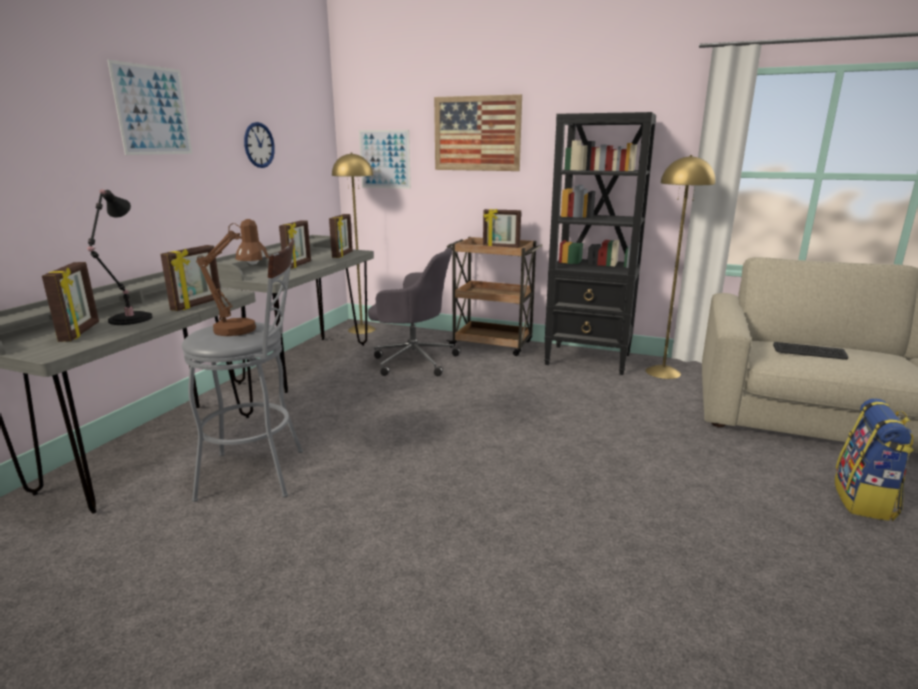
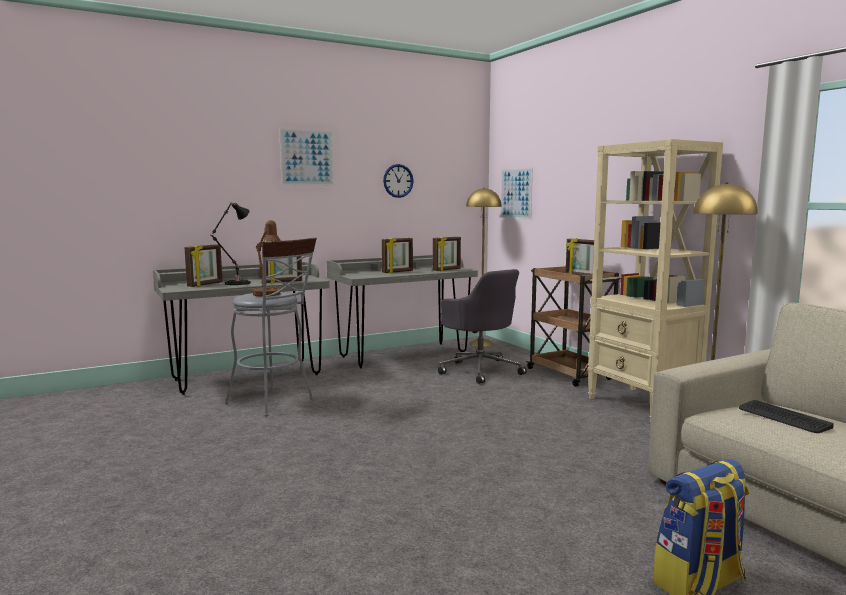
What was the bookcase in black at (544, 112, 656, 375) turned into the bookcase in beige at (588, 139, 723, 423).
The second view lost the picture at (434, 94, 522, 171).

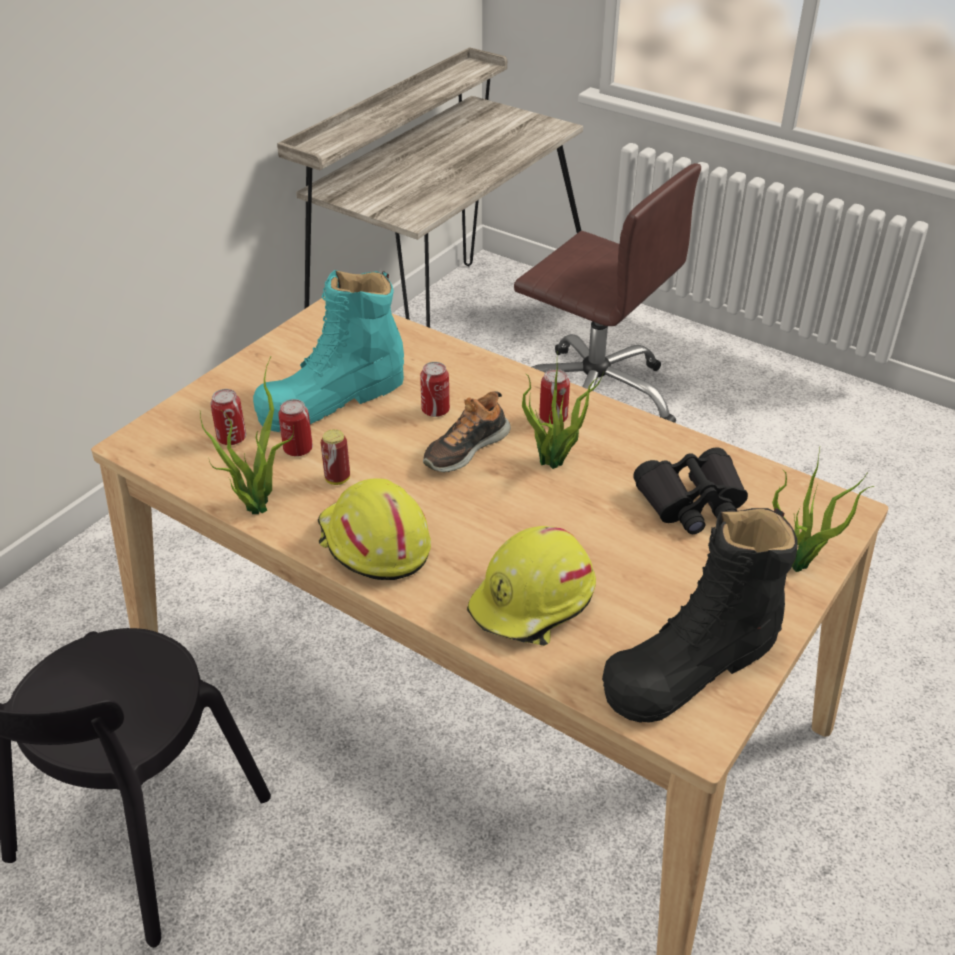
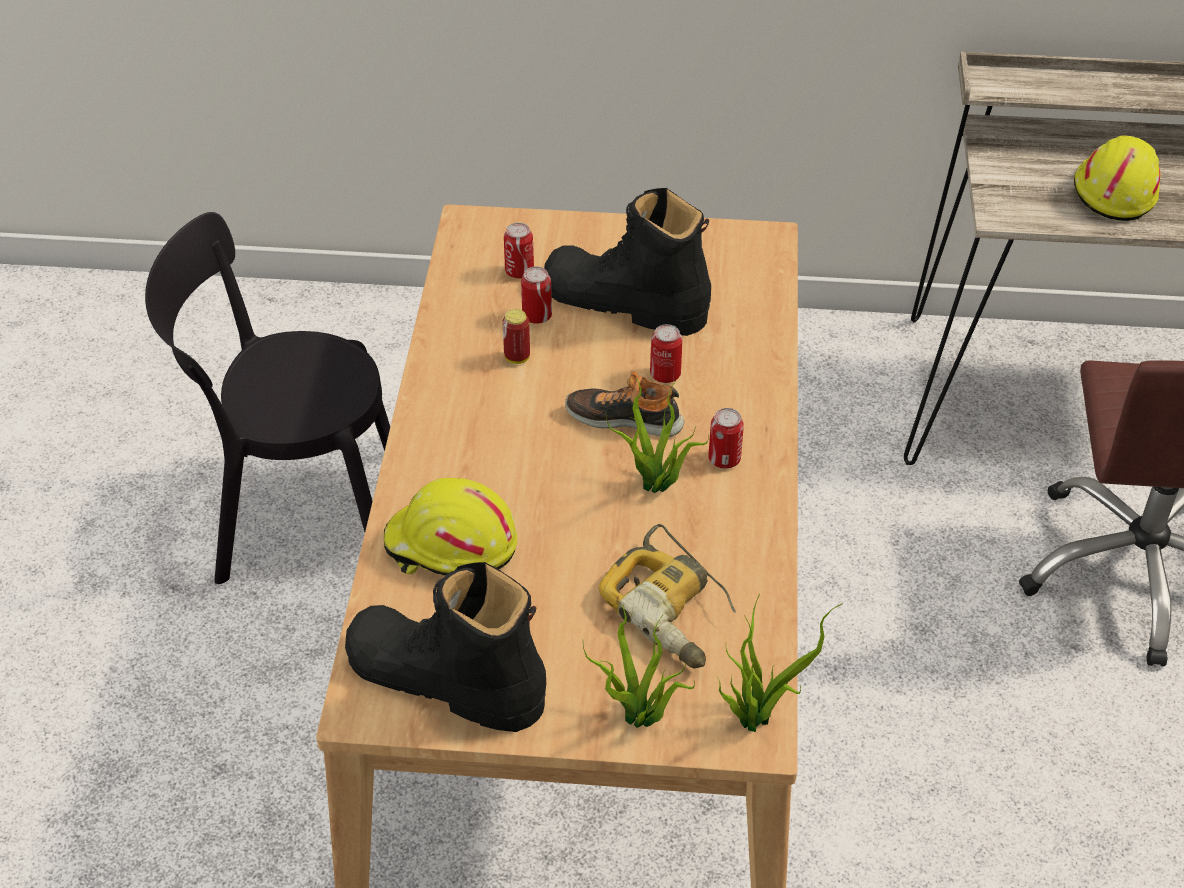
What was the boot in turquoise at (253, 270, 404, 432) turned into the boot in black at (544, 188, 711, 336).
Where the binoculars in black stood at (633, 447, 748, 534), the power drill came to stand at (599, 524, 736, 668).
The potted plant ended up elsewhere, having gone from (200, 357, 294, 514) to (717, 593, 843, 732).
The hard hat in yellow ended up elsewhere, having gone from (318, 478, 431, 580) to (1074, 136, 1160, 221).

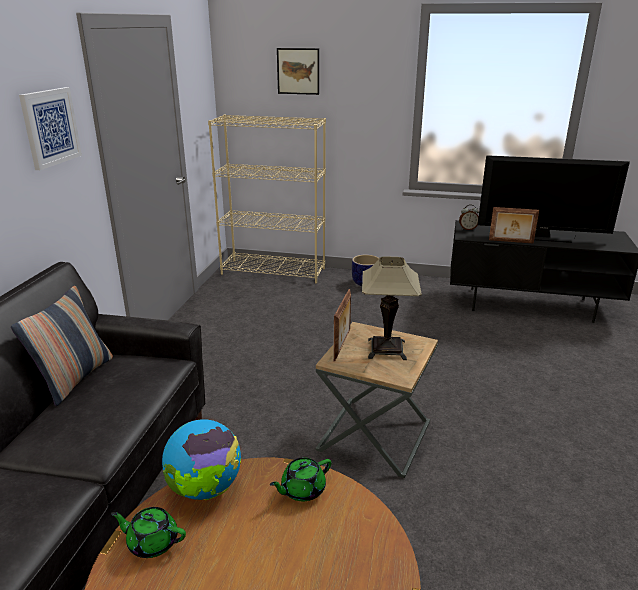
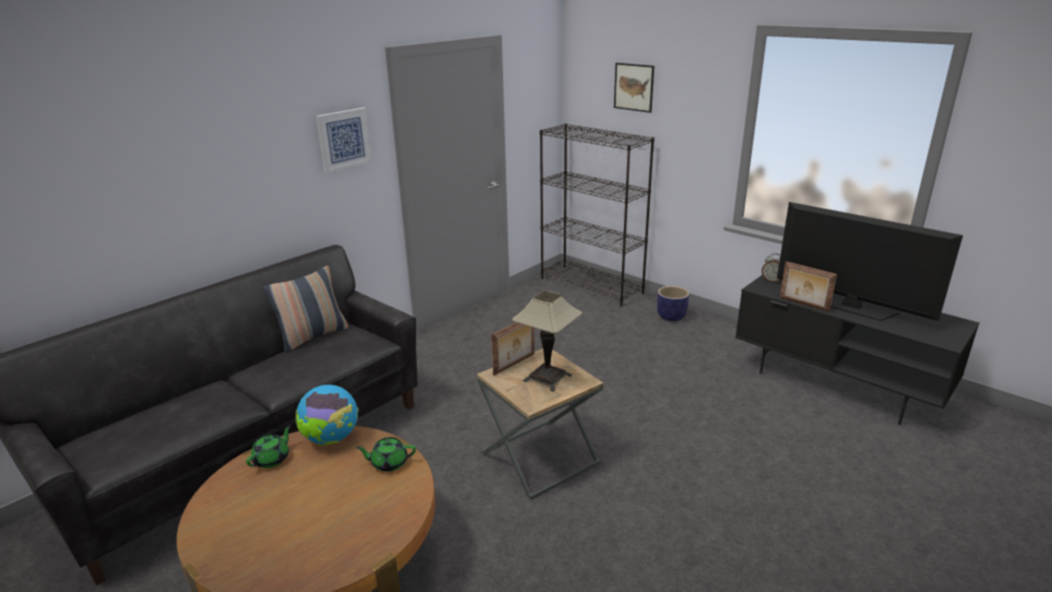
The teapot in green at (111, 507, 186, 558) ended up facing another way, 75 degrees clockwise from before.
What was the bookcase in beige at (208, 115, 326, 284) turned into the bookcase in black at (540, 123, 654, 306).

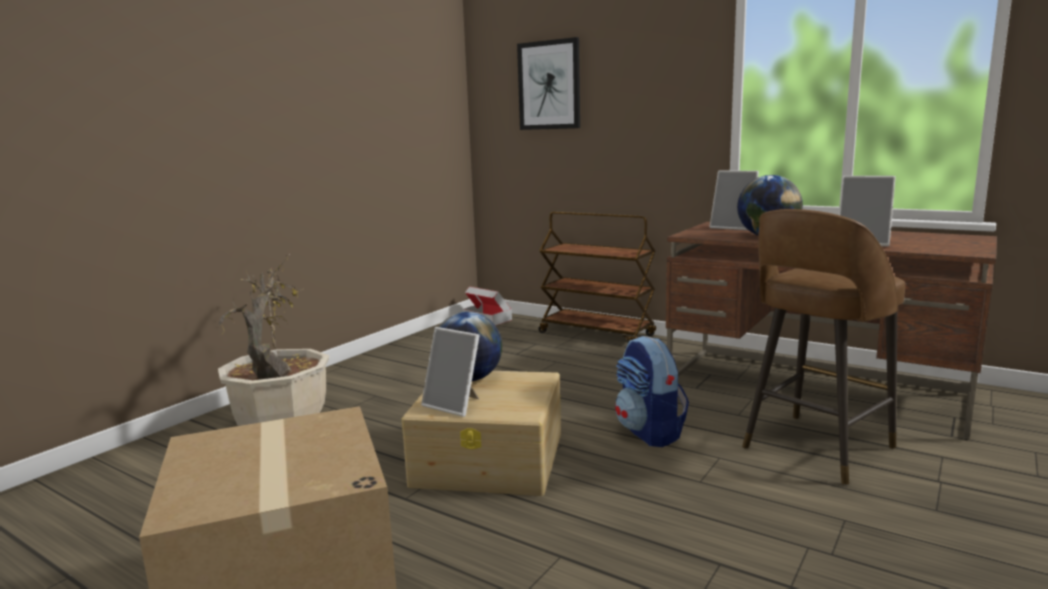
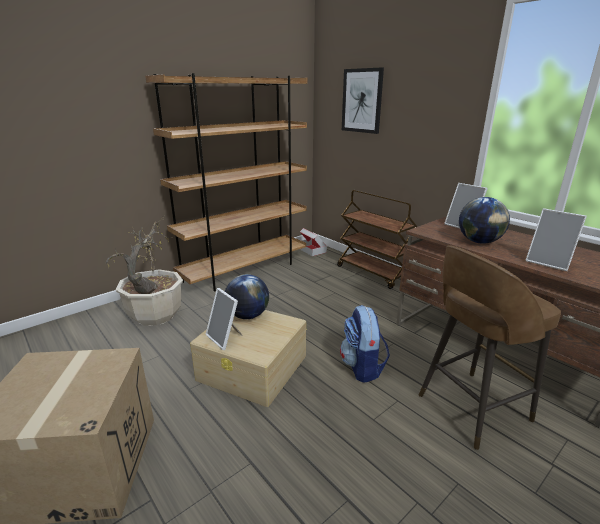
The second view gained the bookcase in brown at (145, 73, 307, 291).

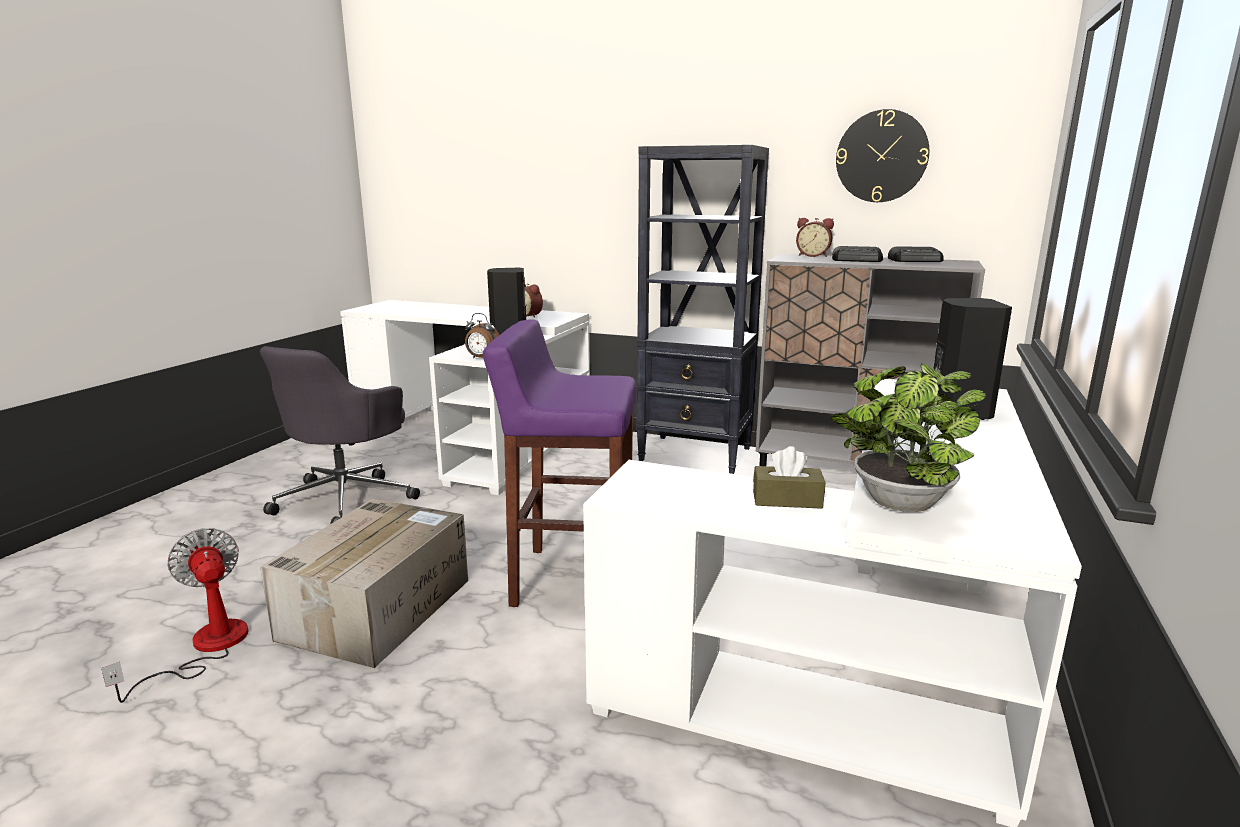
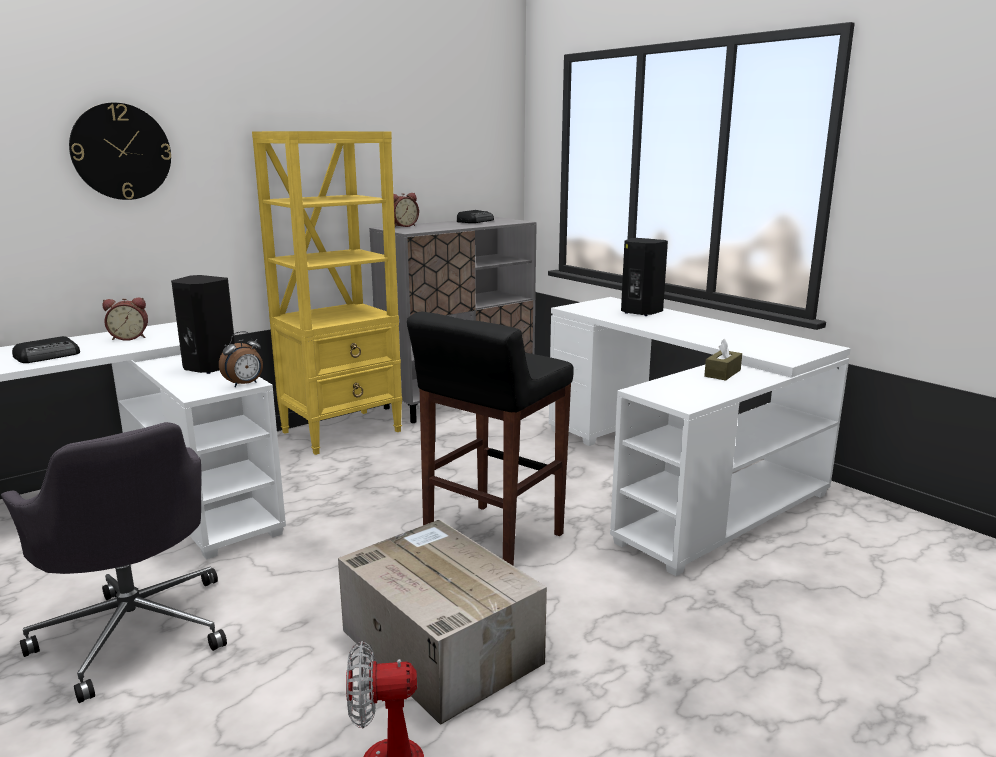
The radio ended up elsewhere, having gone from (832, 246, 883, 262) to (12, 336, 80, 363).
The wall clock ended up elsewhere, having gone from (836, 109, 929, 202) to (69, 103, 171, 200).
What was the bookcase in black at (636, 145, 769, 474) turned into the bookcase in yellow at (252, 131, 402, 455).
What was the stool in purple at (483, 319, 636, 607) turned into the stool in black at (407, 312, 573, 566).
The second view lost the potted plant at (831, 363, 986, 512).

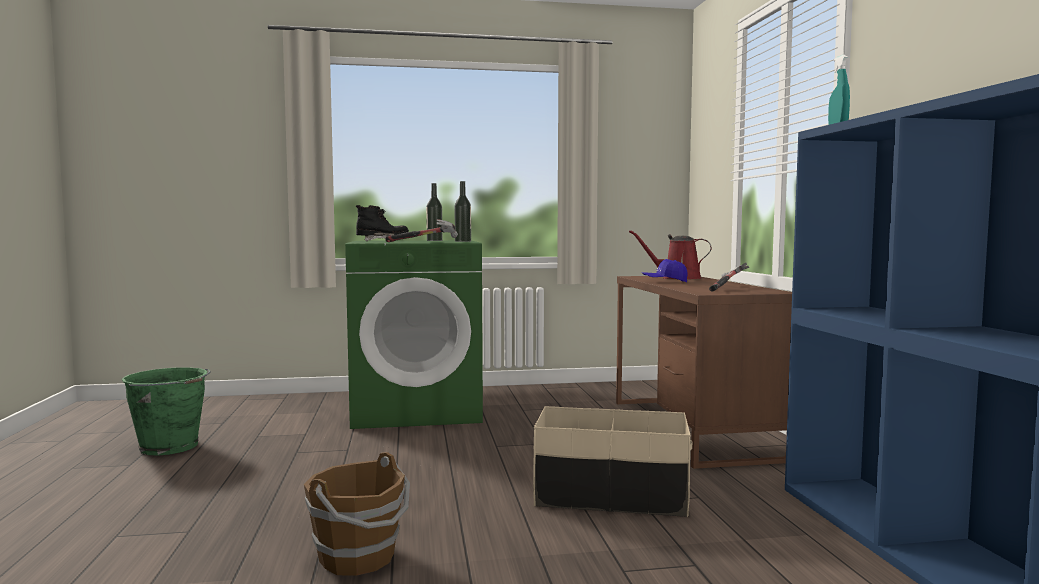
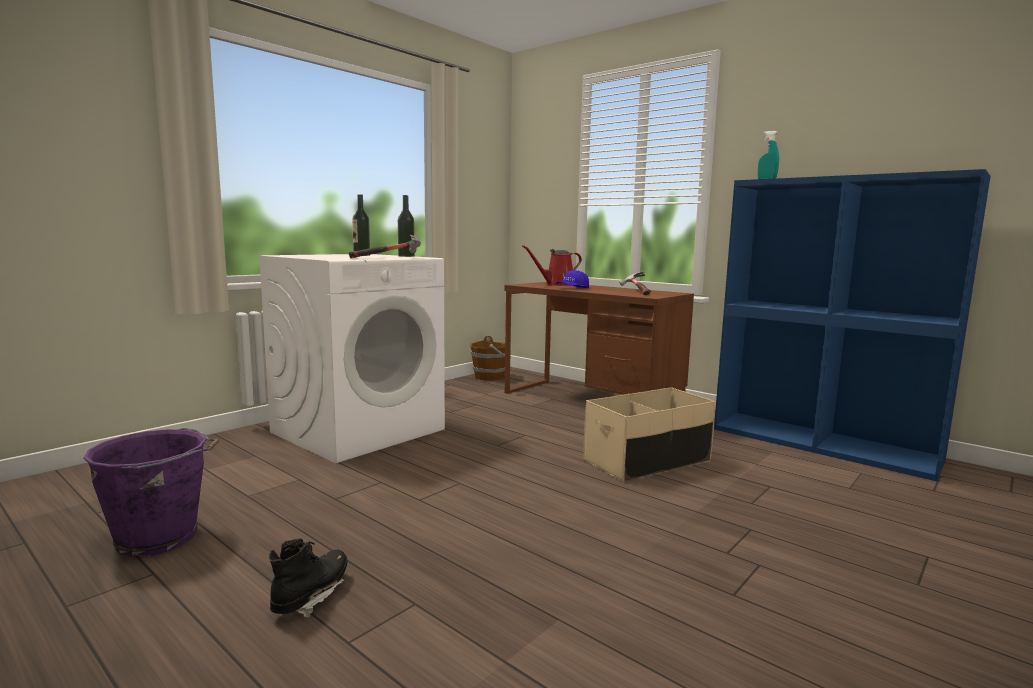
What was the bucket in green at (122, 367, 211, 456) turned into the bucket in purple at (83, 428, 219, 557).
What was the washing machine in green at (345, 240, 483, 429) turned into the washing machine in white at (257, 254, 445, 463).
The boot in black ended up elsewhere, having gone from (356, 205, 409, 241) to (269, 538, 347, 617).
The bucket in brown ended up elsewhere, having gone from (304, 452, 410, 576) to (470, 336, 511, 381).

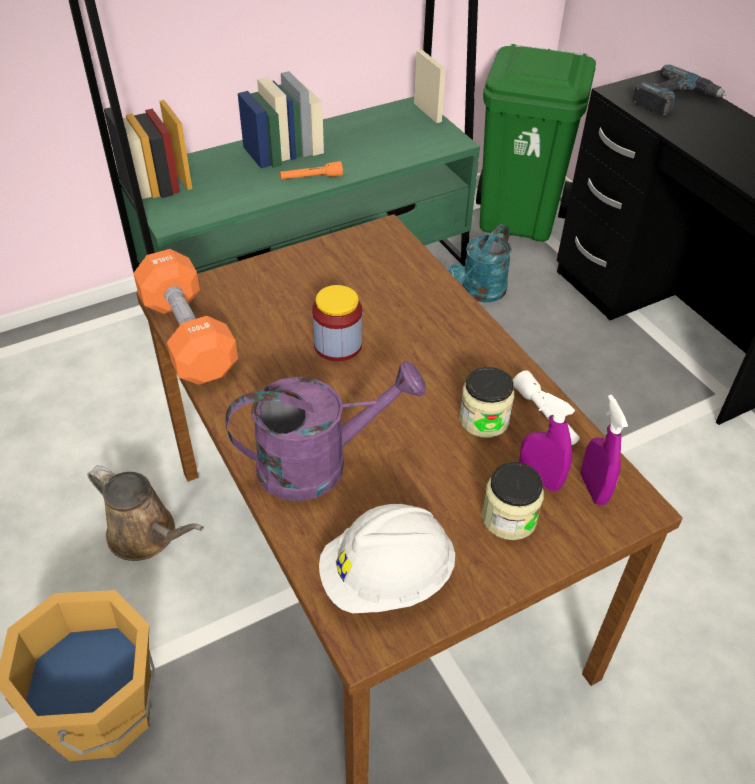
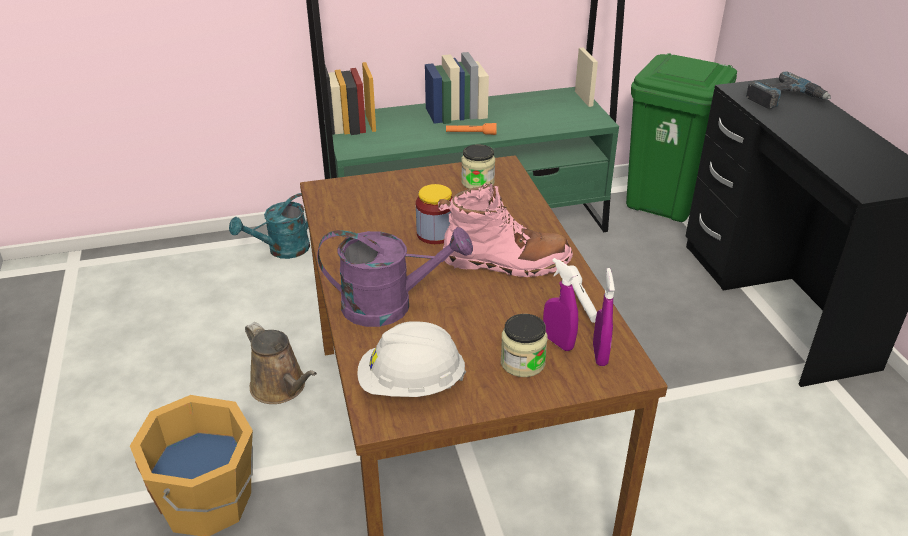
The watering can in turquoise ended up elsewhere, having gone from (447, 224, 512, 303) to (229, 193, 310, 259).
The second view gained the boot in pink at (438, 183, 573, 277).
The jar ended up elsewhere, having gone from (459, 367, 514, 438) to (461, 144, 495, 189).
The second view lost the dumbbell in orange at (133, 249, 238, 385).

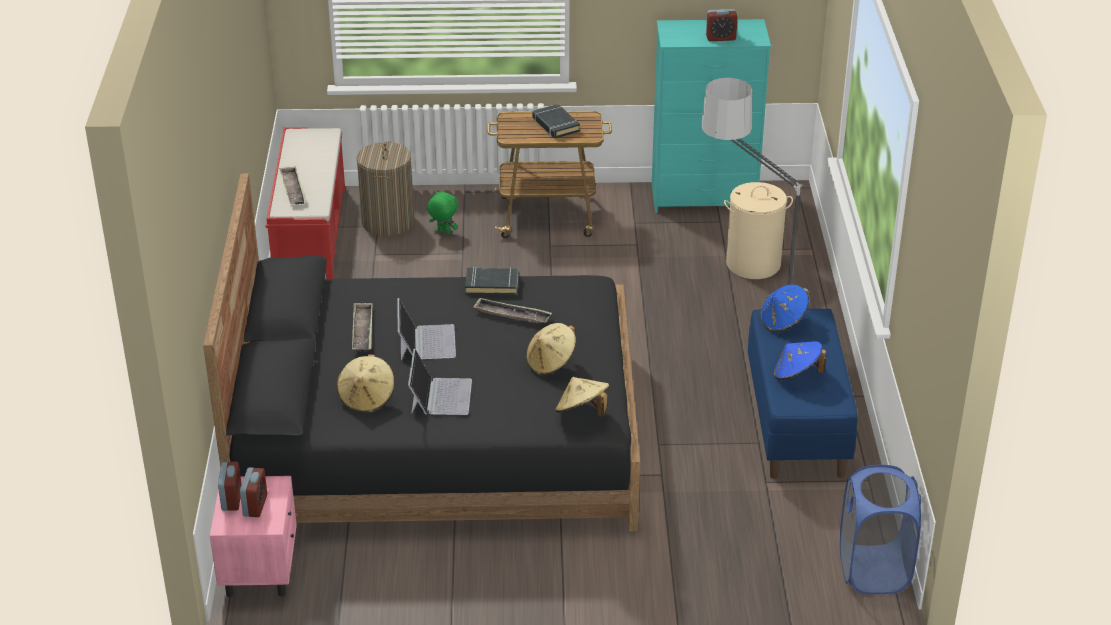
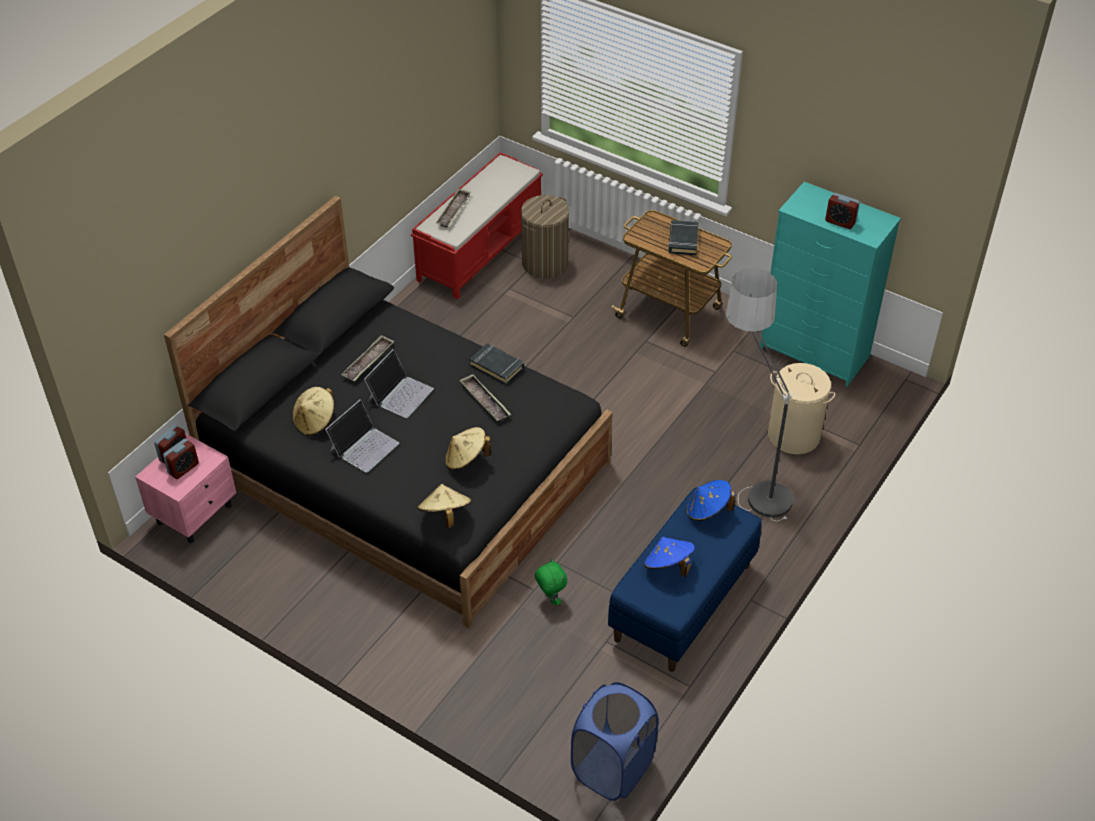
The plush toy in green ended up elsewhere, having gone from (427, 191, 458, 235) to (535, 558, 567, 605).

